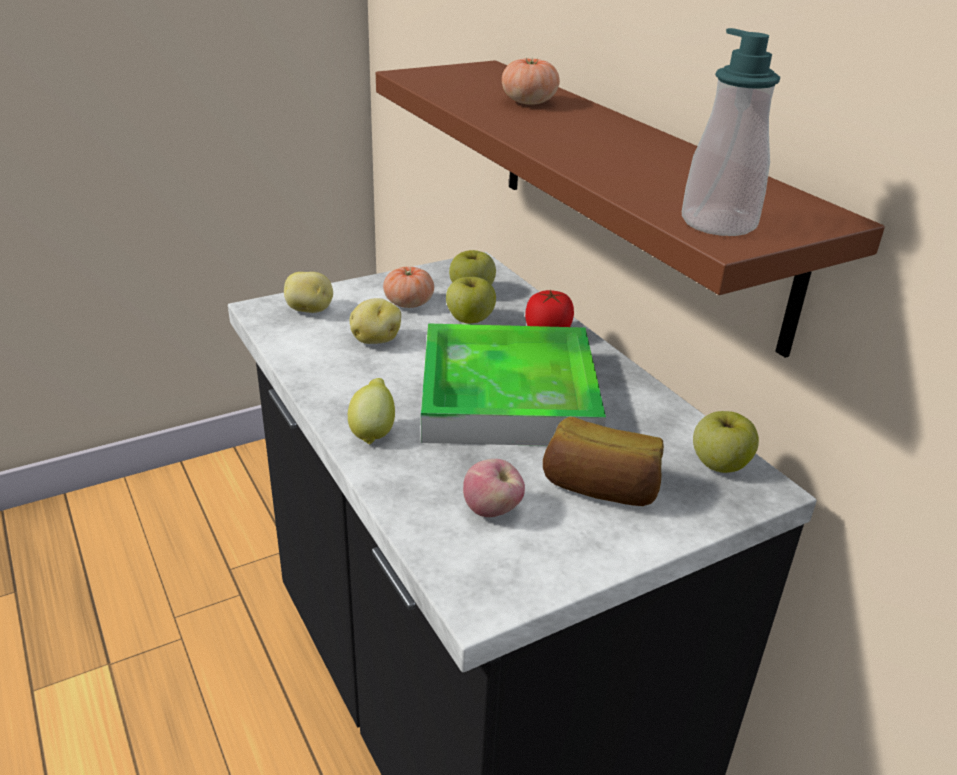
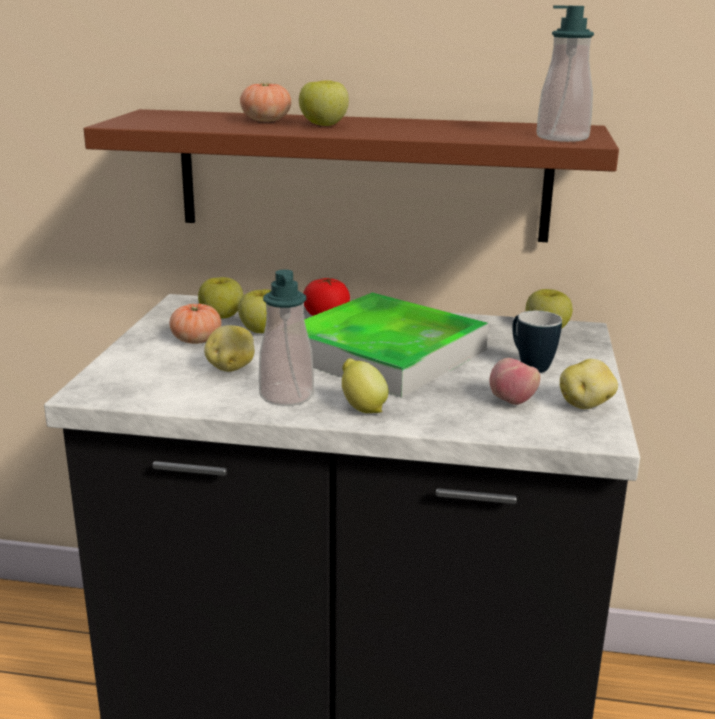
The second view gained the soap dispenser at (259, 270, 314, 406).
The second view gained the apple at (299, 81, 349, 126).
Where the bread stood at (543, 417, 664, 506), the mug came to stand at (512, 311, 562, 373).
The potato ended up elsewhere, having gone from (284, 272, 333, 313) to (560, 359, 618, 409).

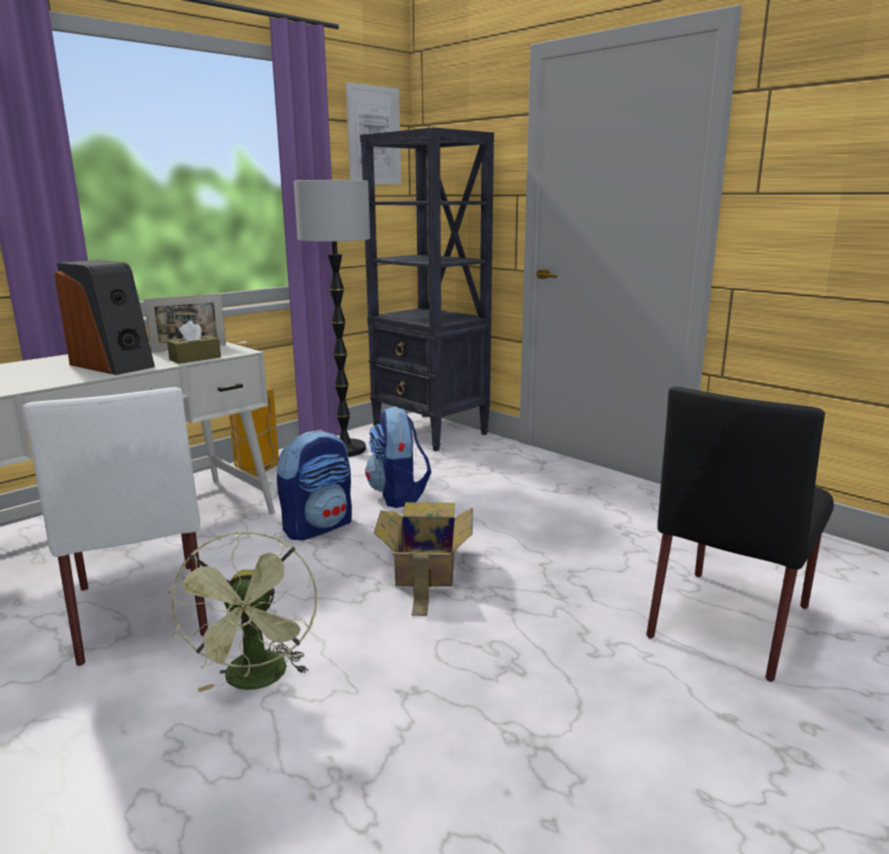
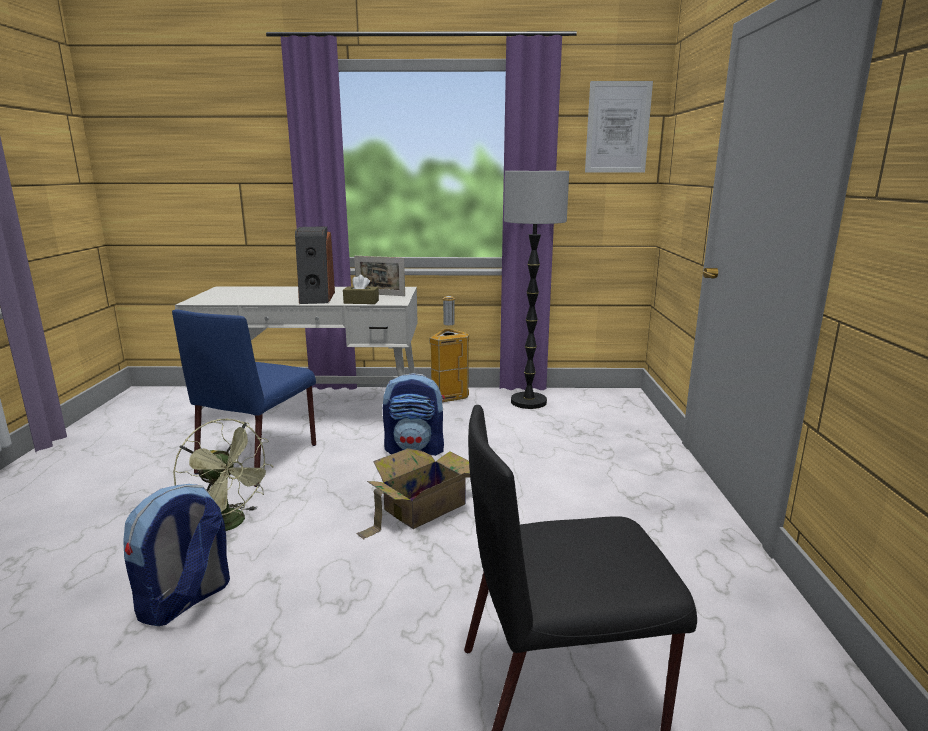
The backpack ended up elsewhere, having gone from (365, 406, 431, 508) to (123, 484, 230, 626).
What was the chair in white at (23, 387, 208, 666) turned into the chair in blue at (172, 309, 316, 487).
The fan in green at (169, 531, 317, 692) ended up facing another way, 90 degrees counterclockwise from before.
The second view lost the bookcase in black at (360, 127, 494, 451).

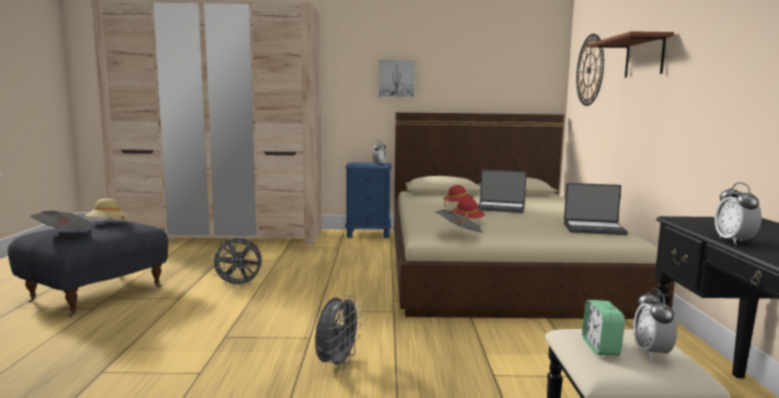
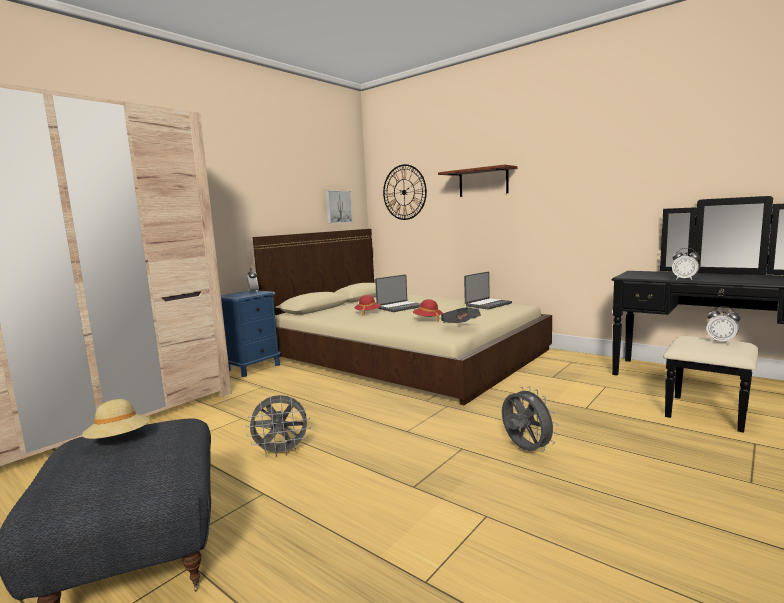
The fan in grey at (210, 237, 263, 288) ended up facing another way, 45 degrees clockwise from before.
The picture ended up elsewhere, having gone from (378, 60, 416, 98) to (326, 190, 353, 224).
The second view lost the newspaper at (30, 211, 91, 230).
The second view lost the alarm clock at (582, 300, 625, 356).

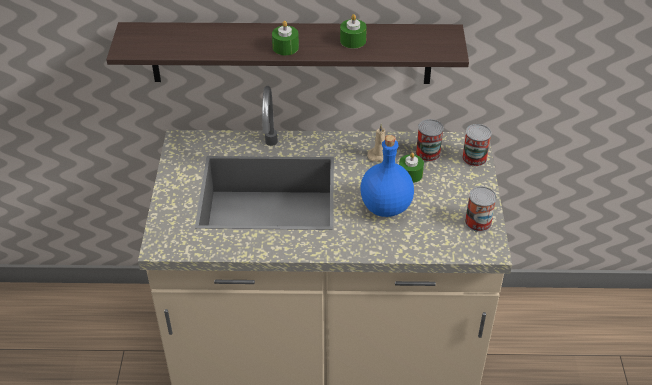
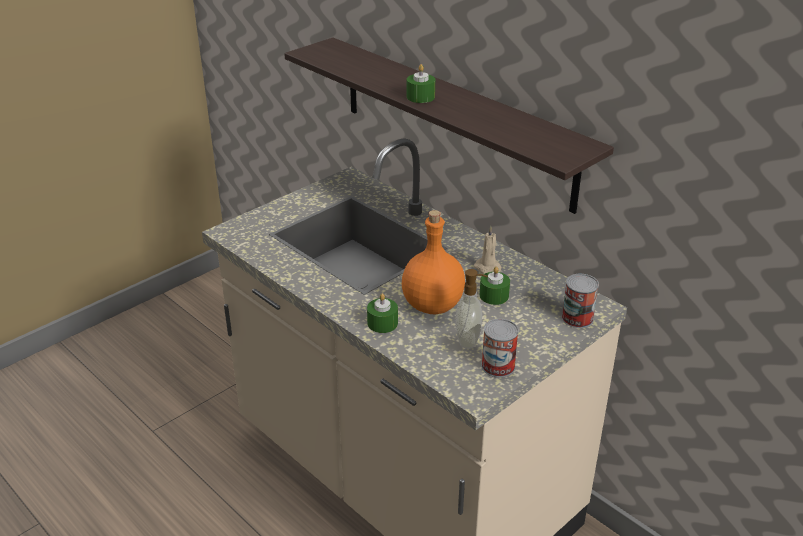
The candle in green ended up elsewhere, having gone from (340, 14, 367, 49) to (367, 293, 398, 333).
What was the bottle in blue at (360, 135, 414, 217) turned into the bottle in orange at (402, 210, 465, 315).
The second view gained the soap dispenser at (456, 269, 488, 349).
The second view lost the can at (416, 119, 444, 162).

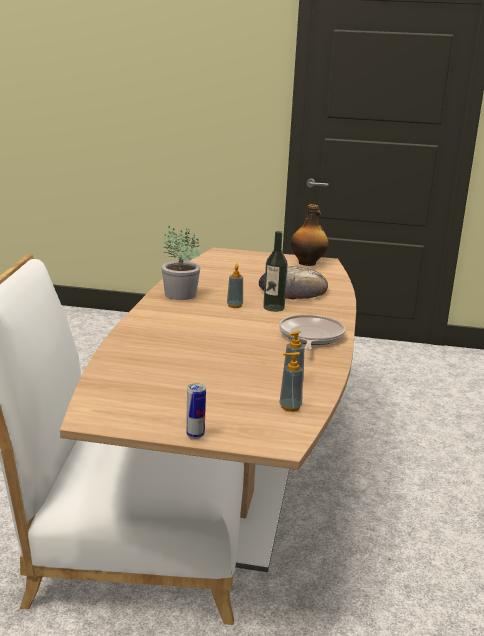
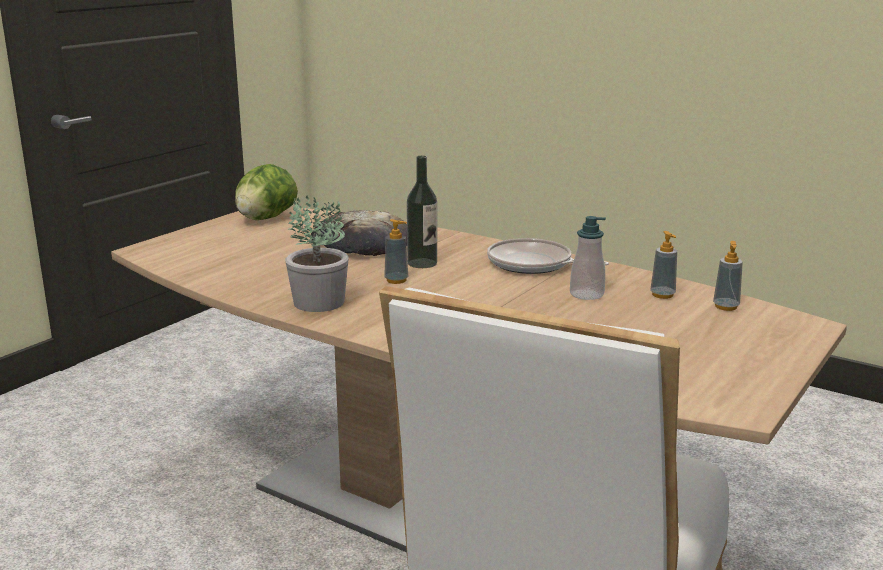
Where the bottle stood at (291, 204, 329, 266), the lettuce came to stand at (235, 164, 298, 220).
The second view gained the soap dispenser at (570, 216, 606, 300).
The second view lost the can at (186, 383, 206, 439).

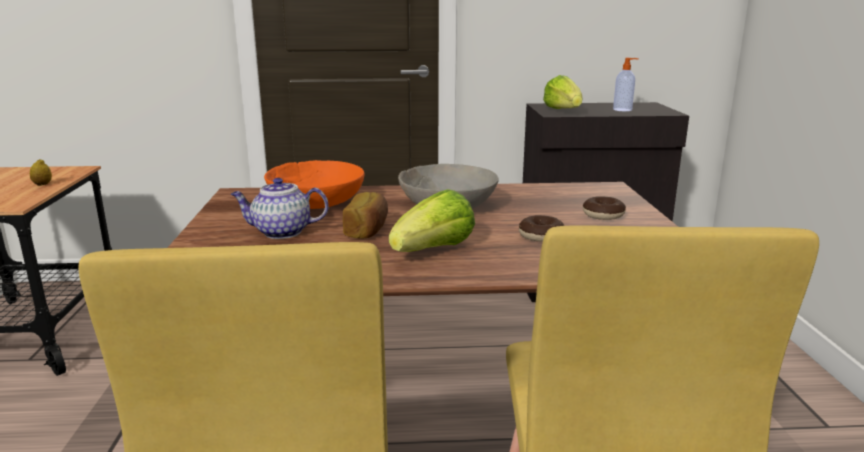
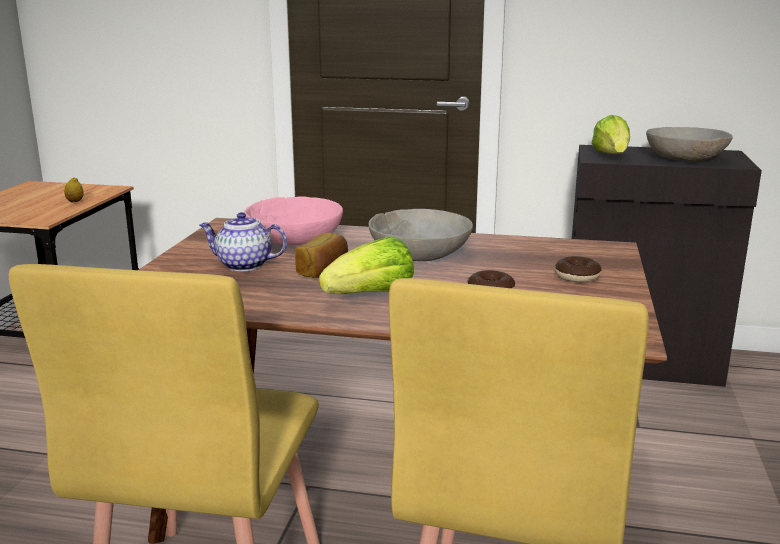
What was the bowl in orange at (264, 160, 365, 209) turned into the bowl in pink at (244, 197, 343, 245).
Where the soap dispenser stood at (613, 58, 639, 111), the bowl in grey came to stand at (646, 127, 733, 162).

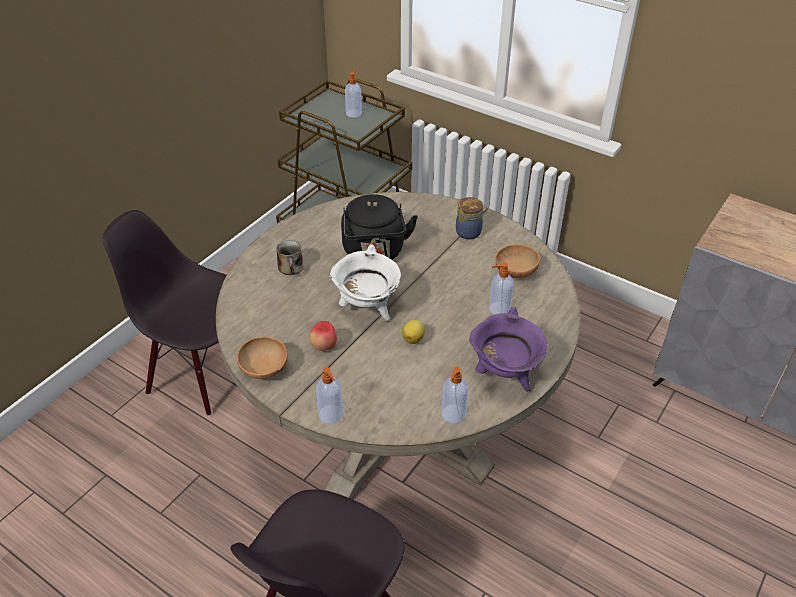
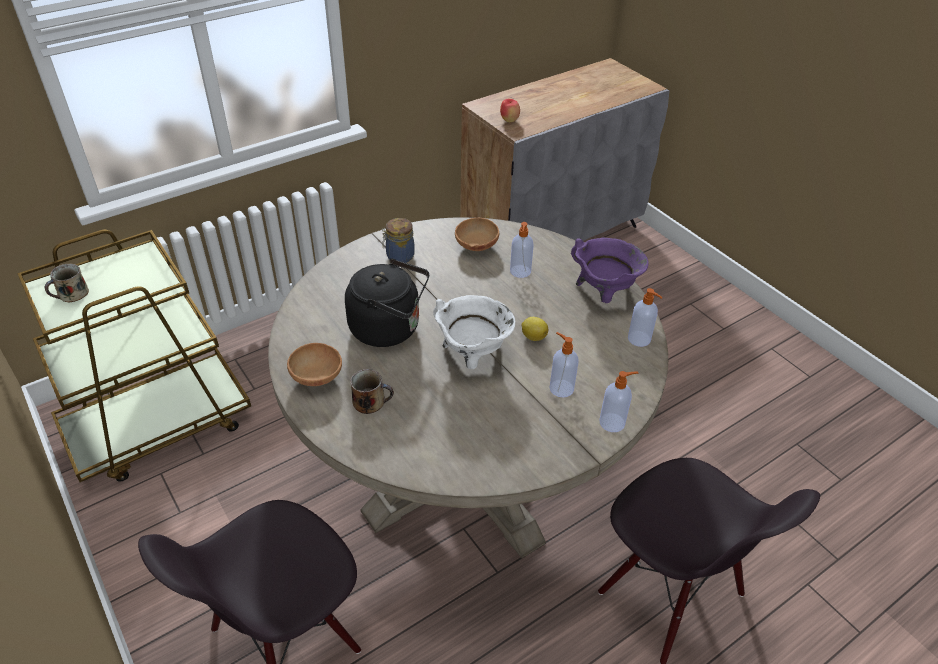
The second view gained the mug at (44, 264, 89, 302).
The bowl in brown ended up elsewhere, having gone from (237, 337, 288, 379) to (287, 343, 342, 386).
The apple ended up elsewhere, having gone from (310, 321, 337, 351) to (500, 99, 520, 122).
The soap dispenser ended up elsewhere, having gone from (345, 69, 362, 118) to (549, 332, 579, 397).

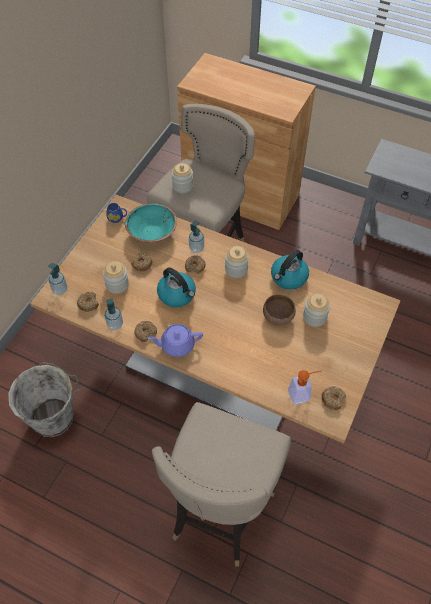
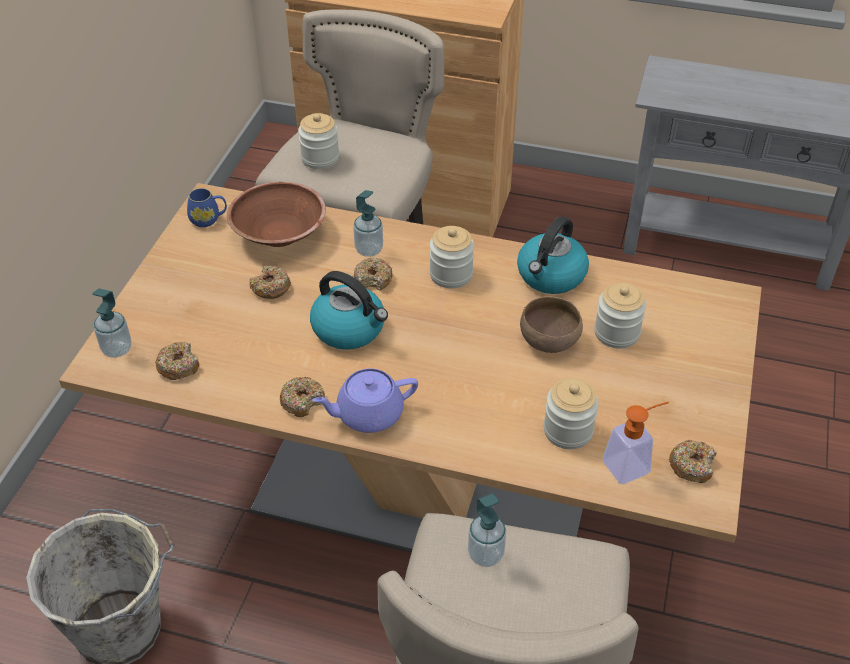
What was the bowl in turquoise at (125, 203, 177, 242) turned into the bowl in brown at (227, 182, 326, 247).
The soap dispenser ended up elsewhere, having gone from (105, 299, 123, 330) to (468, 493, 506, 567).
The jar ended up elsewhere, having gone from (103, 261, 129, 294) to (544, 378, 599, 449).

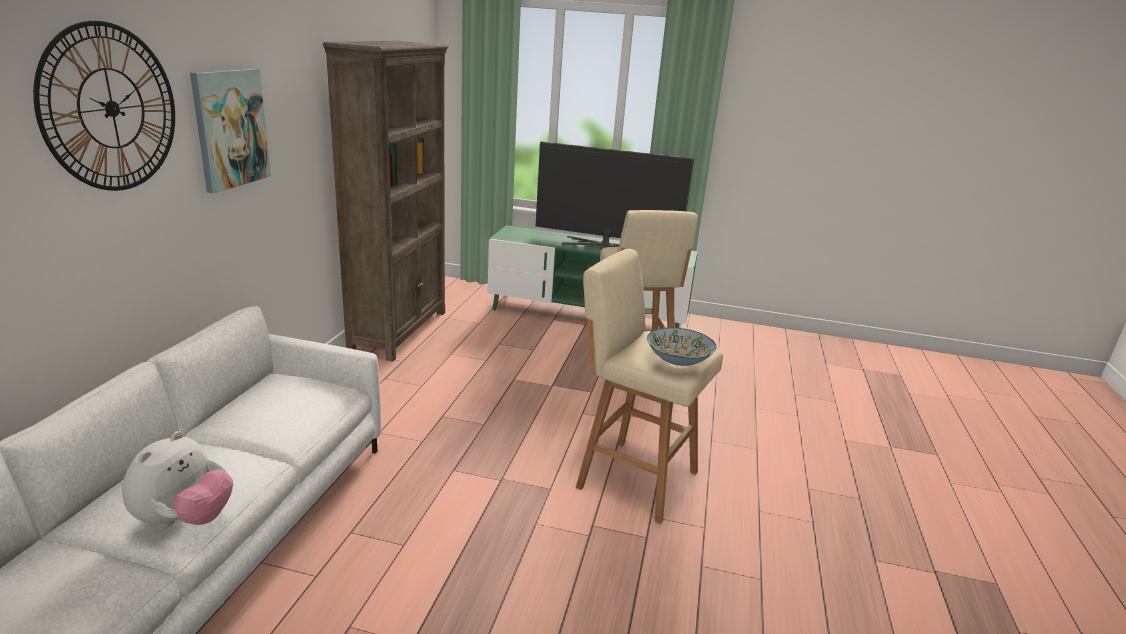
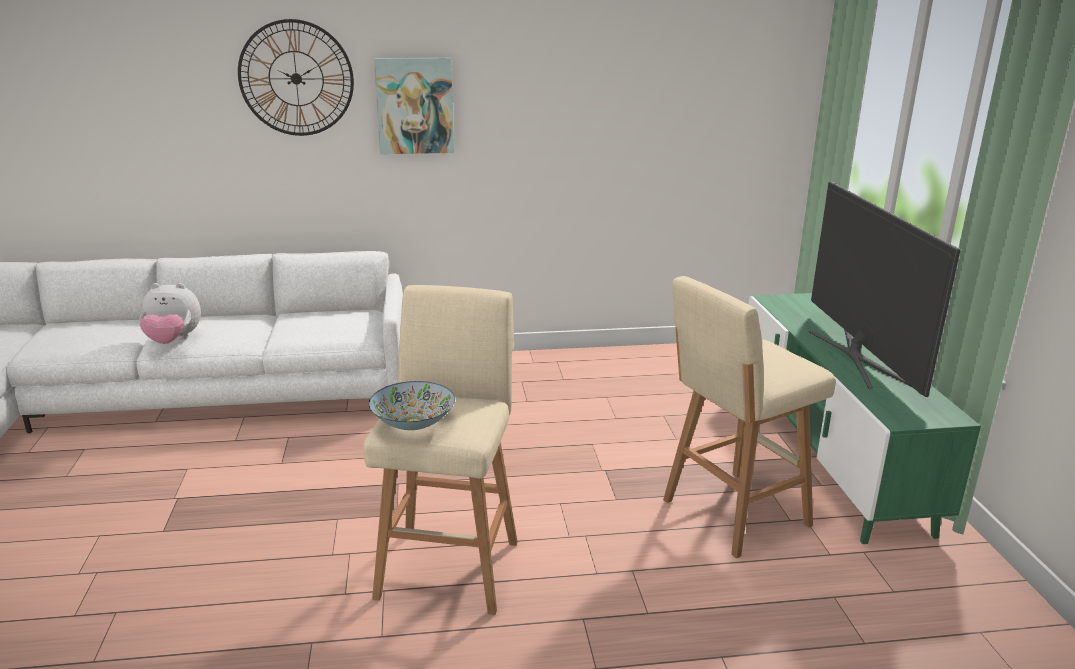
The second view lost the bookcase in brown at (323, 41, 449, 362).

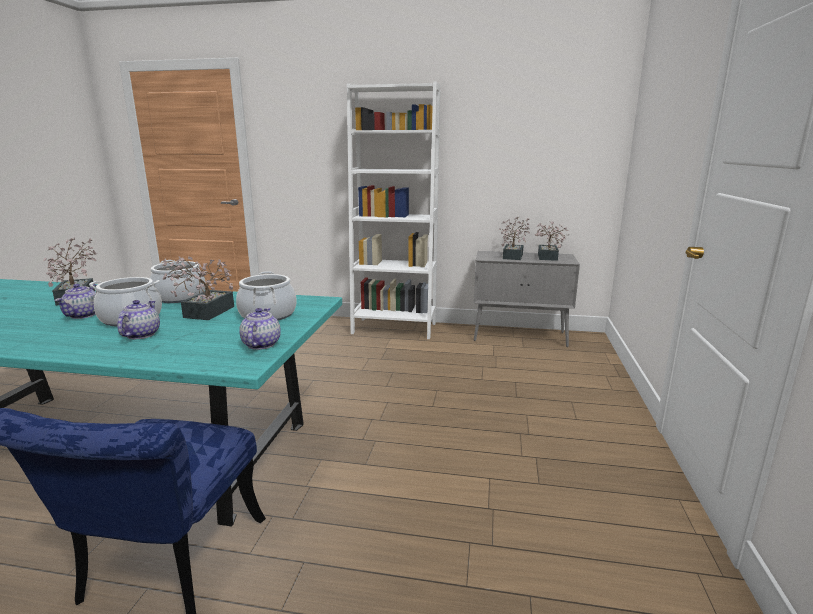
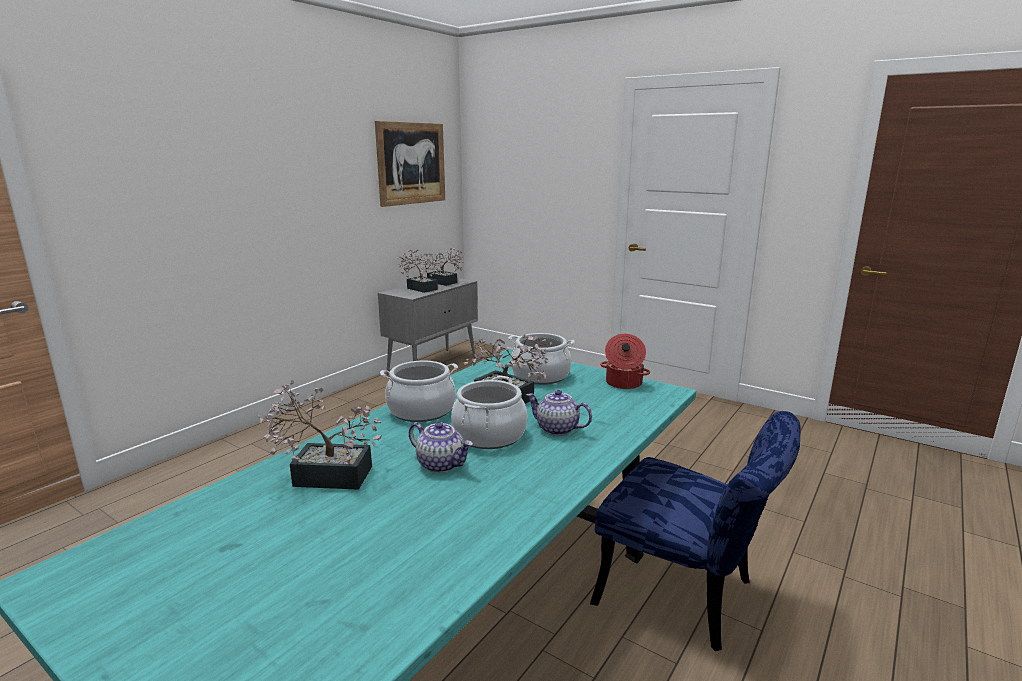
The second view gained the picture at (375, 121, 445, 207).
Where the teapot stood at (239, 308, 281, 350), the cooking pot came to stand at (600, 334, 650, 389).
The second view lost the bookcase in white at (347, 82, 441, 339).

